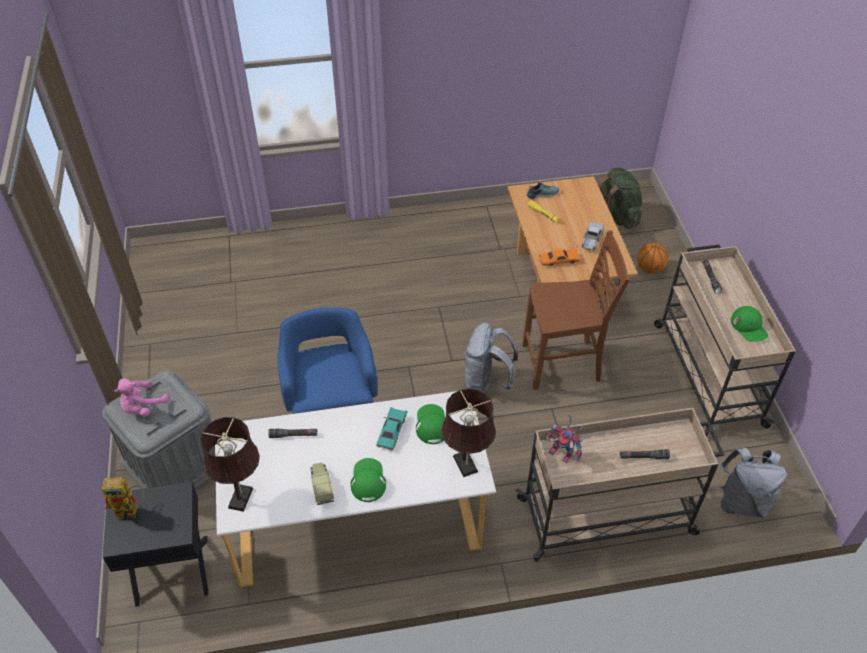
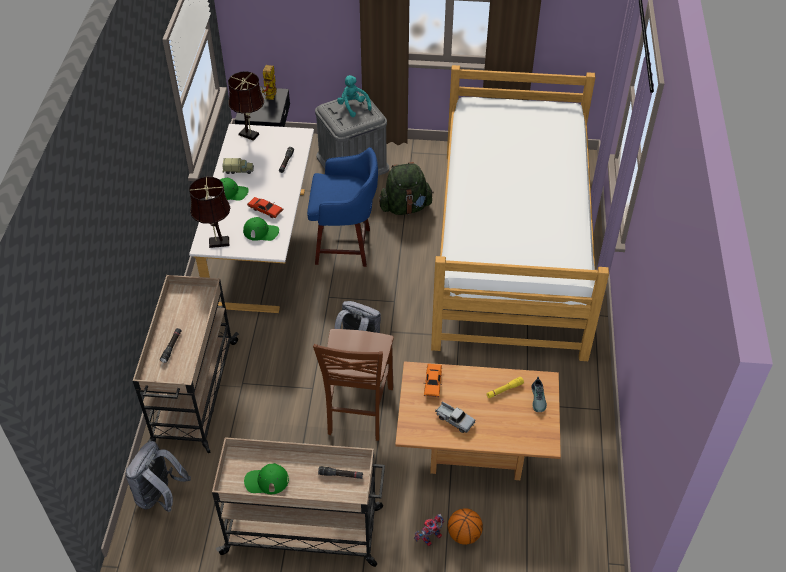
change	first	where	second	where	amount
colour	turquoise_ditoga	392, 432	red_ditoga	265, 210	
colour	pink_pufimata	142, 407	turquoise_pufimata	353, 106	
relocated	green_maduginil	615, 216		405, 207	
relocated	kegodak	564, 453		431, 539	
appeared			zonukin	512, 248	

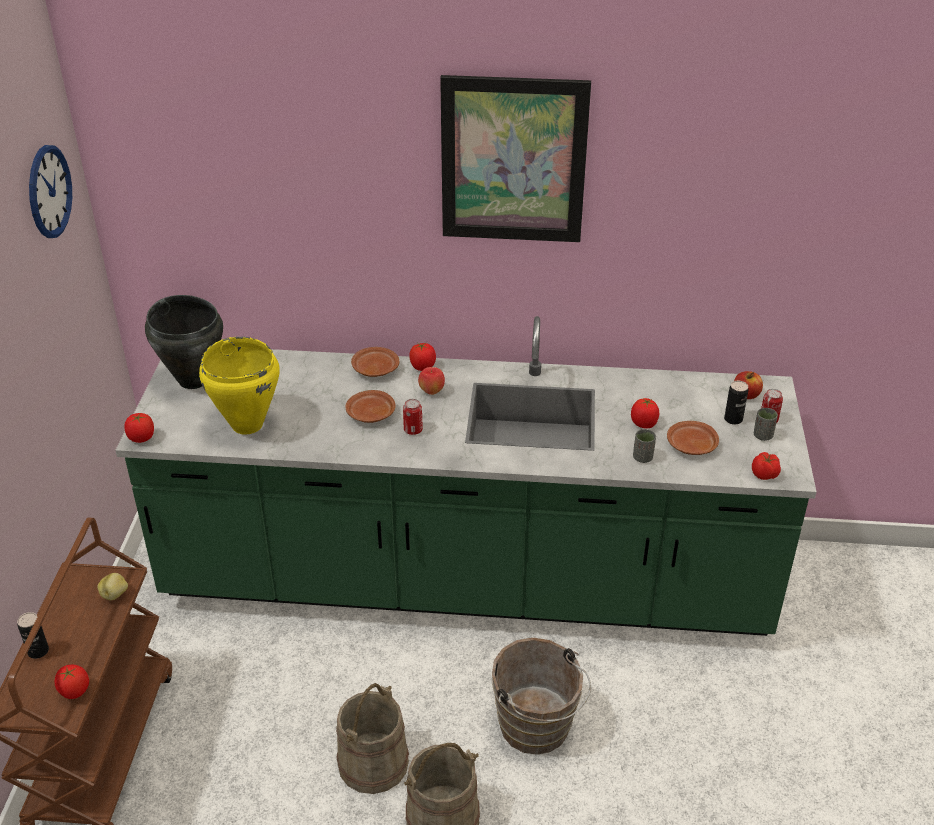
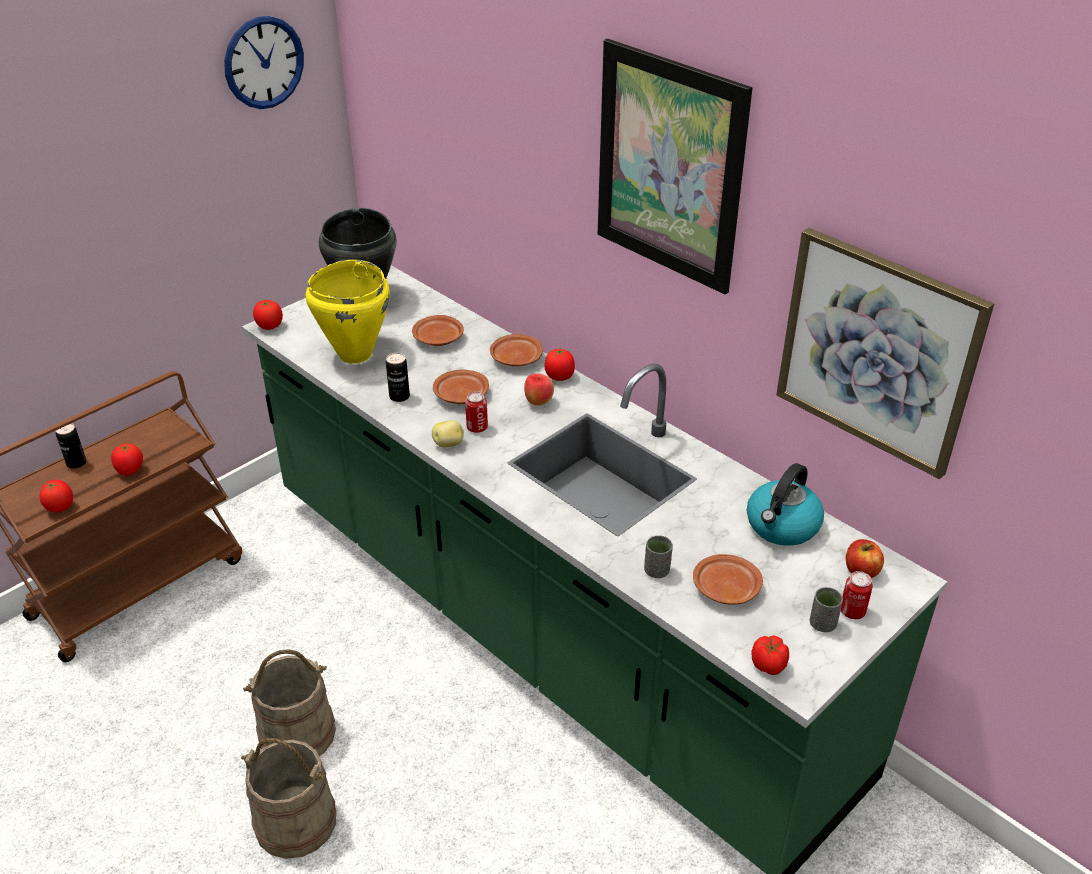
change	first	where	second	where	amount
relocated	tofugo	644, 424		130, 470	
relocated	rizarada	733, 419		399, 396	
appeared			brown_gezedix	438, 339	
relocated	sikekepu	115, 594		449, 444	
appeared			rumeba	782, 526	
appeared			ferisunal	877, 351	
missing	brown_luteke	537, 730			

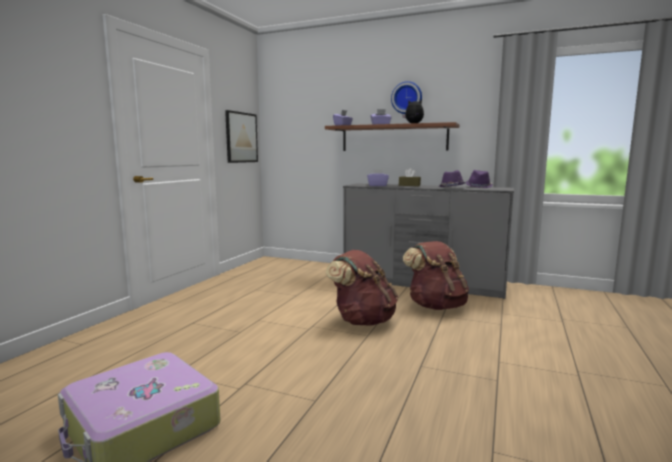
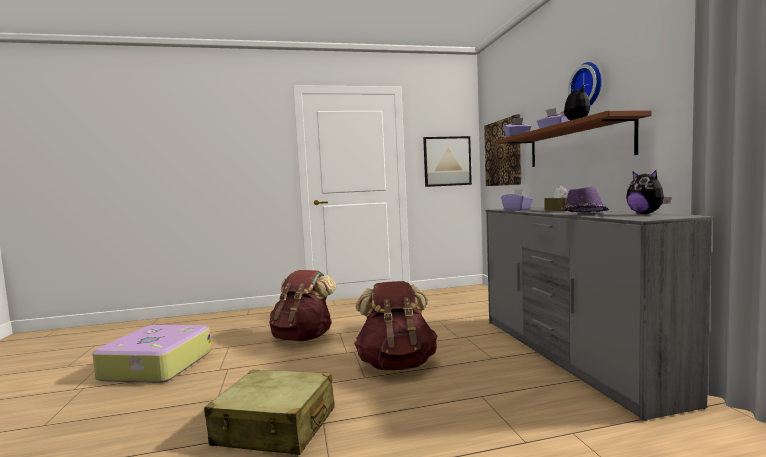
change	first	where	second	where	amount
appeared			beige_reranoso	275, 427	
relocated	brown_maduginil	436, 306		303, 338	
appeared			ferisunal	503, 153	
exchanged	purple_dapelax	479, 187	pufimata	646, 213	

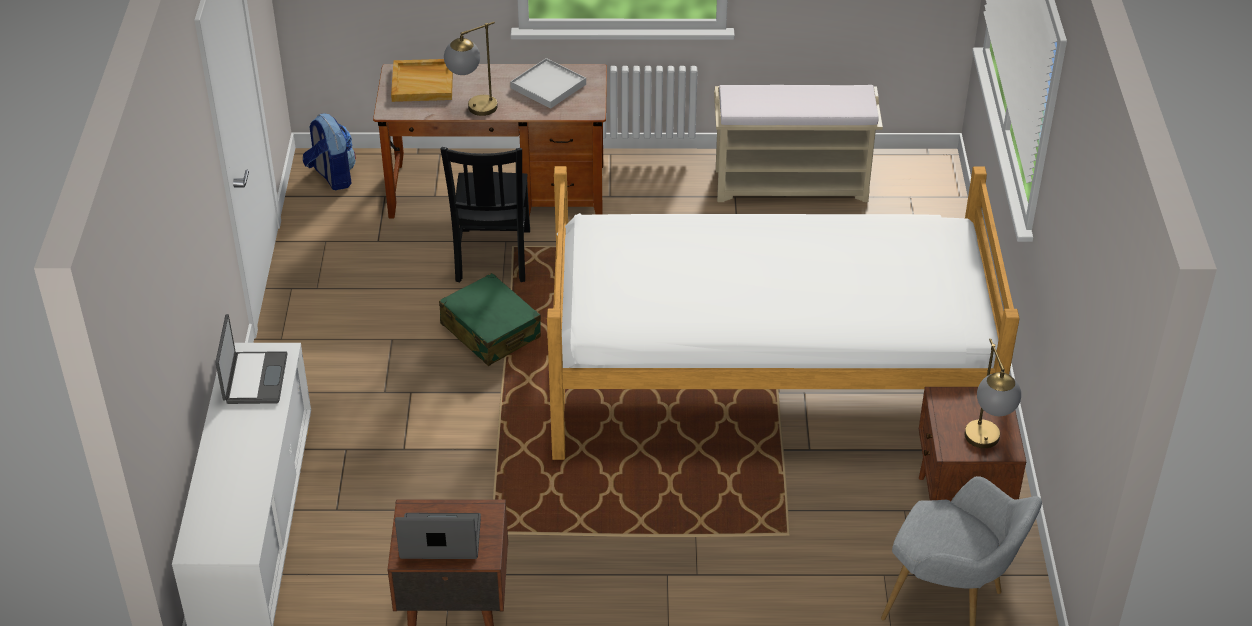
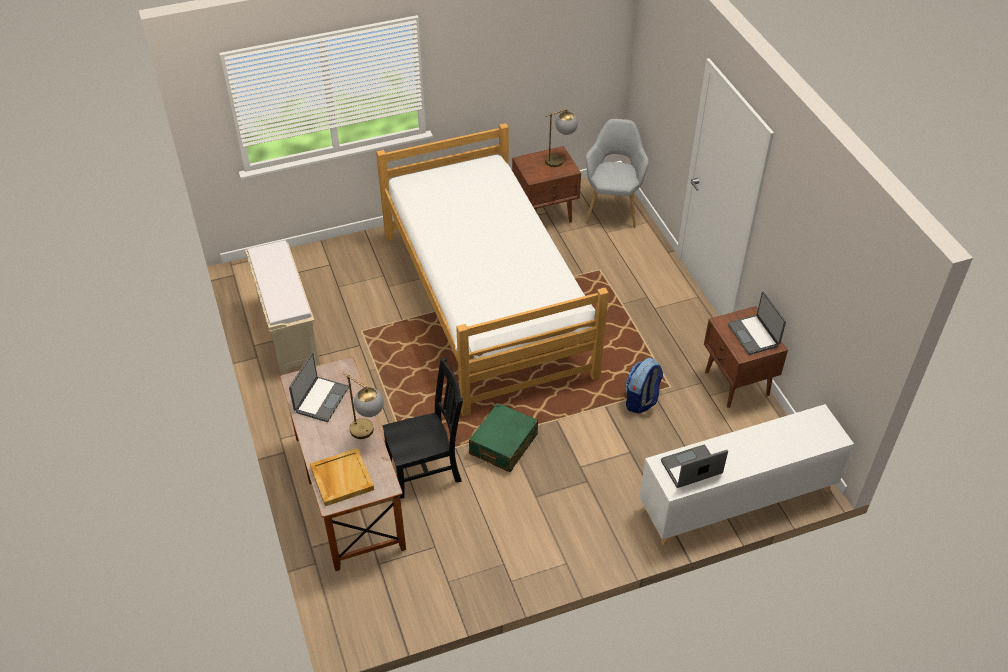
change	first	where	second	where	amount
exchanged	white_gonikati	548, 86	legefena	321, 399	
relocated	maduginil	332, 176		641, 401	

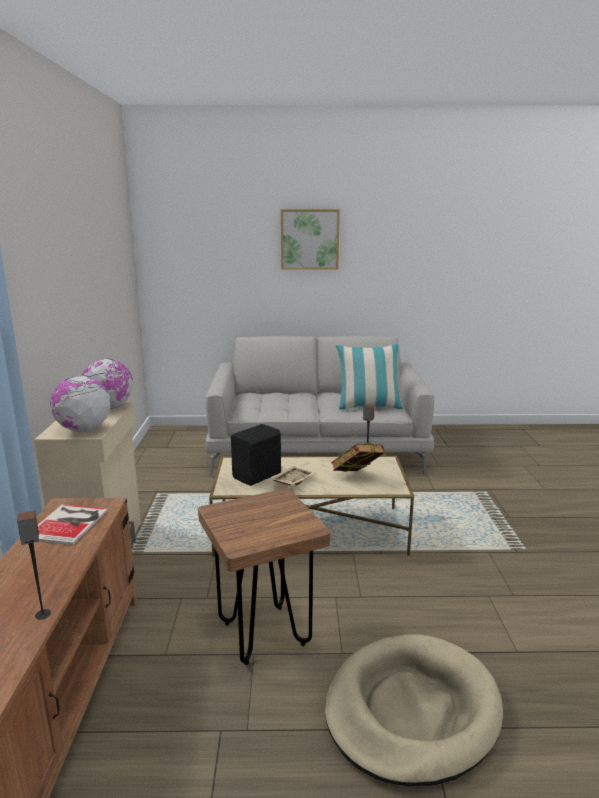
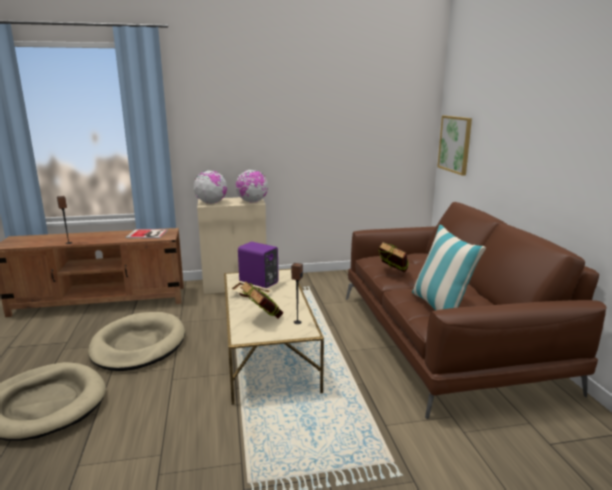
change	first	where	second	where	amount
exchanged	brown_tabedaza	264, 634	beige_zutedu	138, 345	
colour	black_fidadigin	258, 476	purple_fidadigin	259, 283	
colour	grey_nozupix	317, 448	brown_nozupix	445, 340	
appeared			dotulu	392, 274	
relocated	ferisunal	309, 239		455, 144	

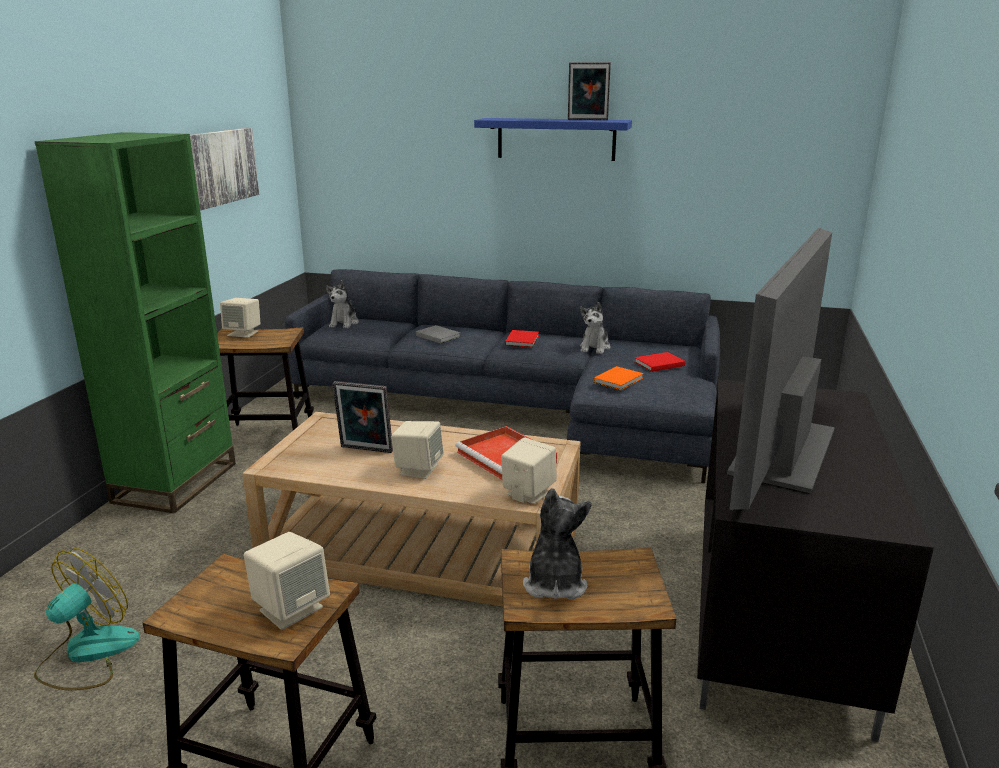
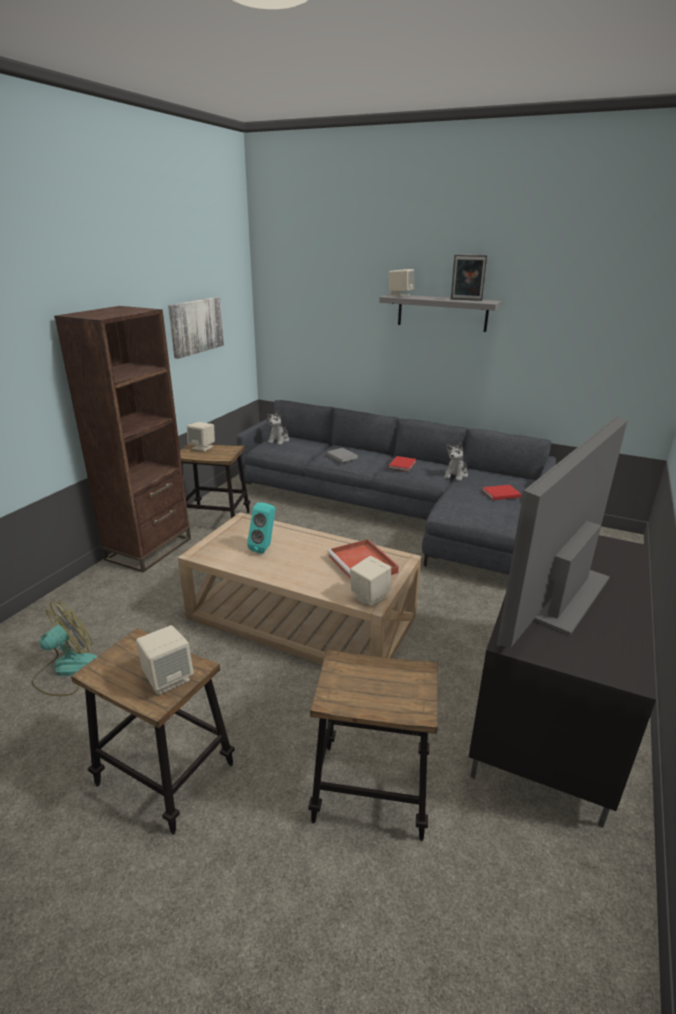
change	first	where	second	where	amount
colour	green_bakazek	176, 483	brown_bakazek	149, 549	
exchanged	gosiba	365, 450	turquoise_fidadigin	264, 547	
colour	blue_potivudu	556, 139	grey_potivudu	442, 312	
relocated	beige_fidadigin	418, 469		400, 295	
missing	pufimata	554, 583			
missing	orange_dotulu	619, 380			

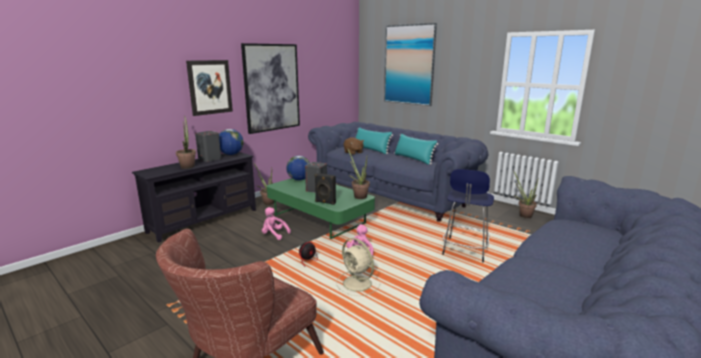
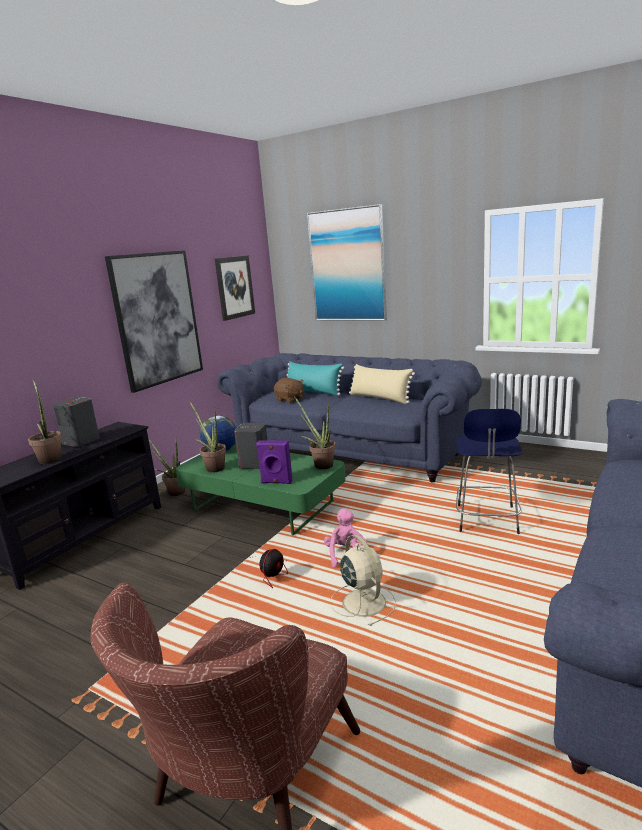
change	first	where	second	where	amount
relocated	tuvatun	523, 215		213, 467	
relocated	ferisunal	210, 87		234, 287	
colour	black_fidadigin	325, 202	purple_fidadigin	276, 482	
spun	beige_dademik	358, 284		363, 601	150 degrees counterclockwise
colour	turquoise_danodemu	413, 159	beige_danodemu	380, 398	
missing	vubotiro	231, 154			
missing	pink_pufimata	274, 235			

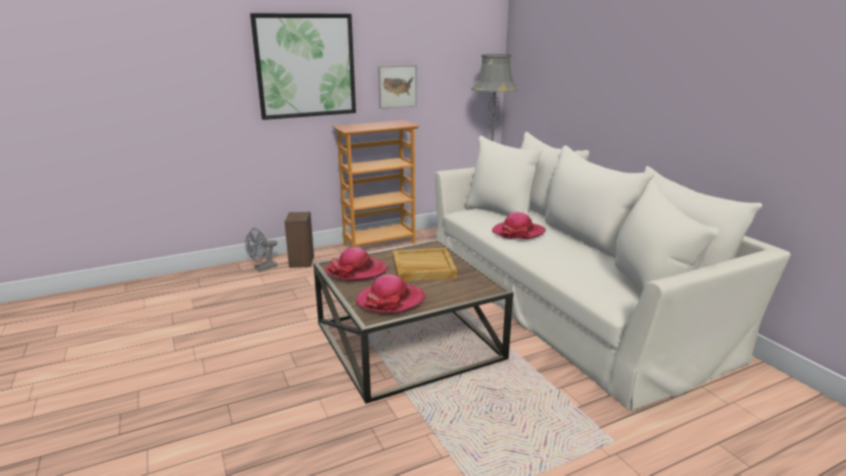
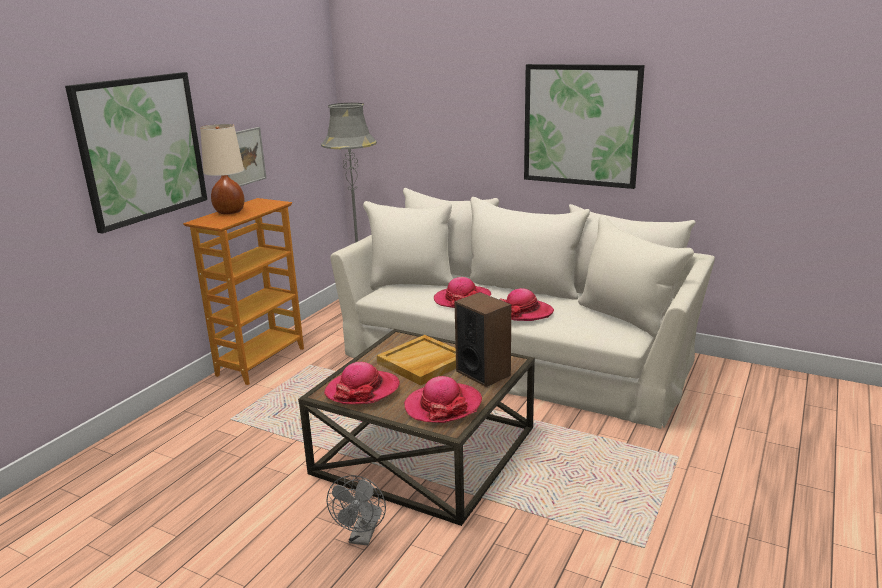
change	first	where	second	where	amount
appeared			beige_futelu	230, 212	
relocated	grey_dademik	263, 268		362, 537	
relocated	fidadigin	302, 261		483, 373	
appeared			dapelax	522, 312	
appeared			ferisunal	581, 125	

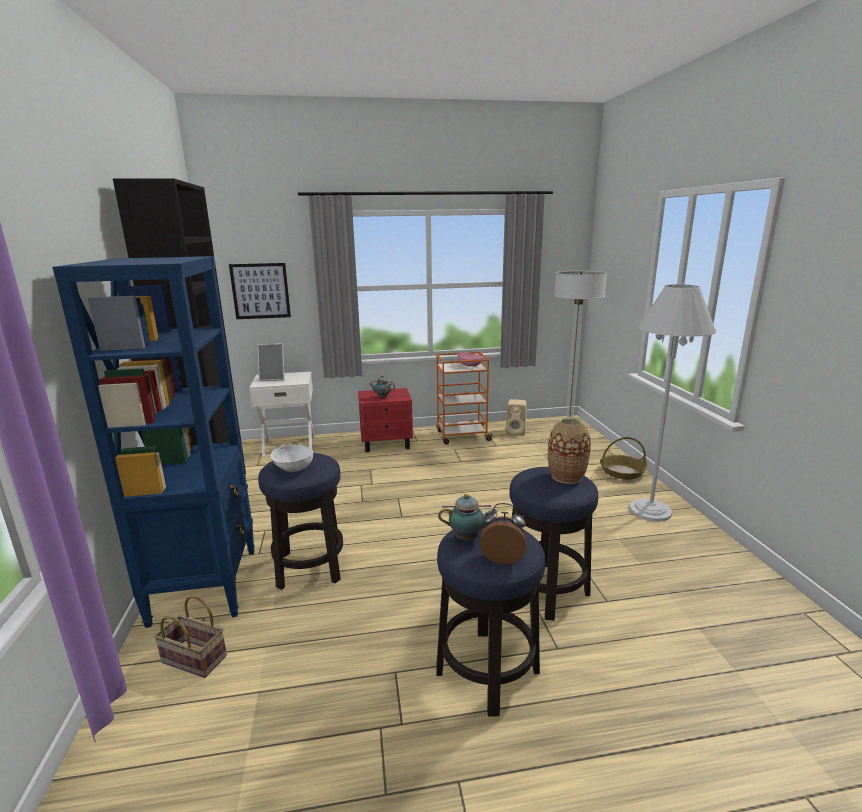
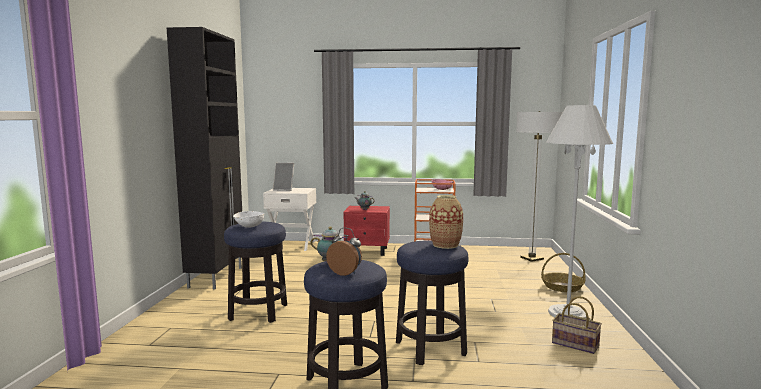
change	first	where	second	where	amount
relocated	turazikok	192, 659		574, 344	
missing	blue_bakazek	206, 584			
missing	ferisunal	260, 291			
missing	beige_fidadigin	516, 432			

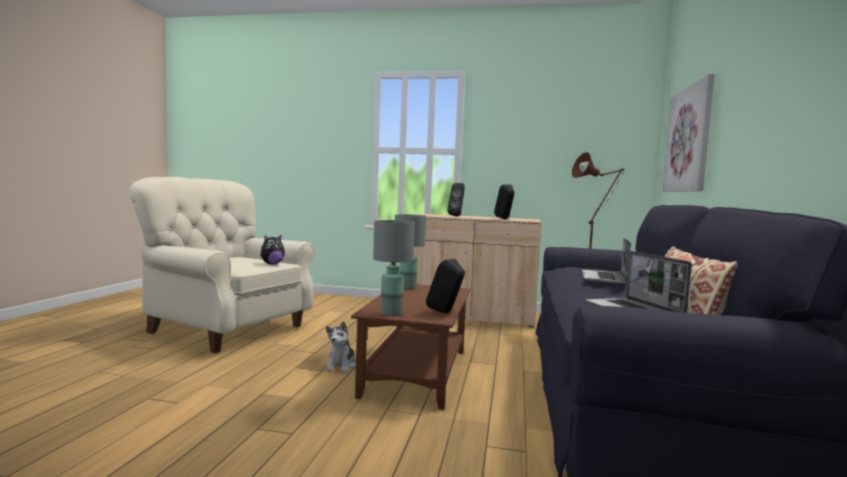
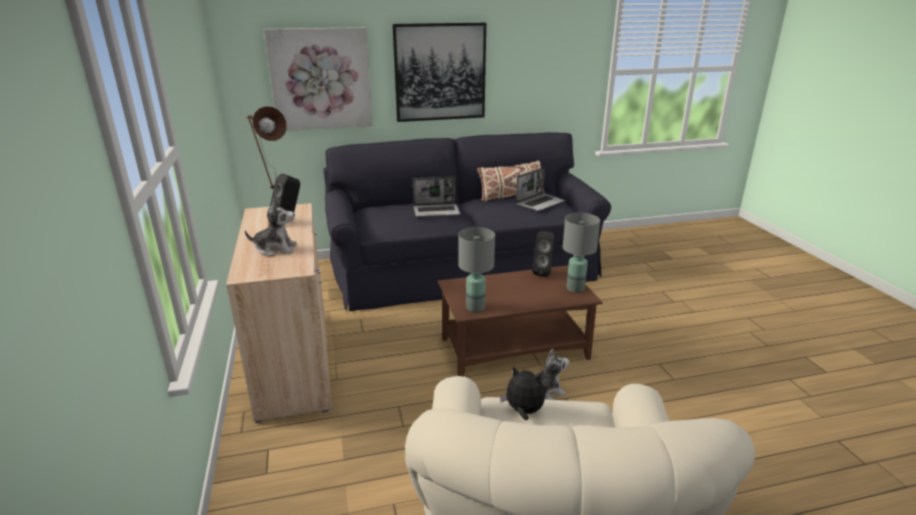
change	first	where	second	where	amount
exchanged	black_fidadigin	457, 216	pufimata	276, 249	
appeared			ferisunal	440, 72	

